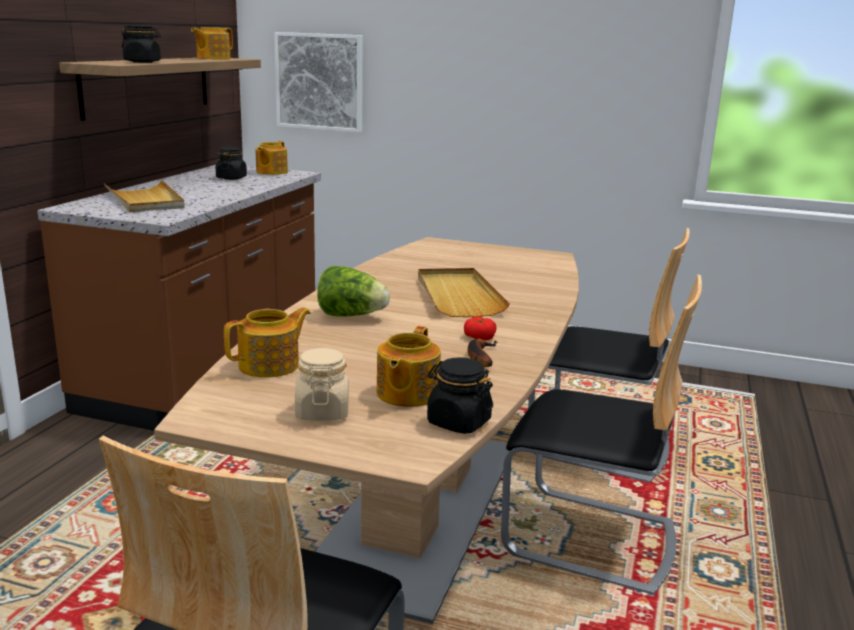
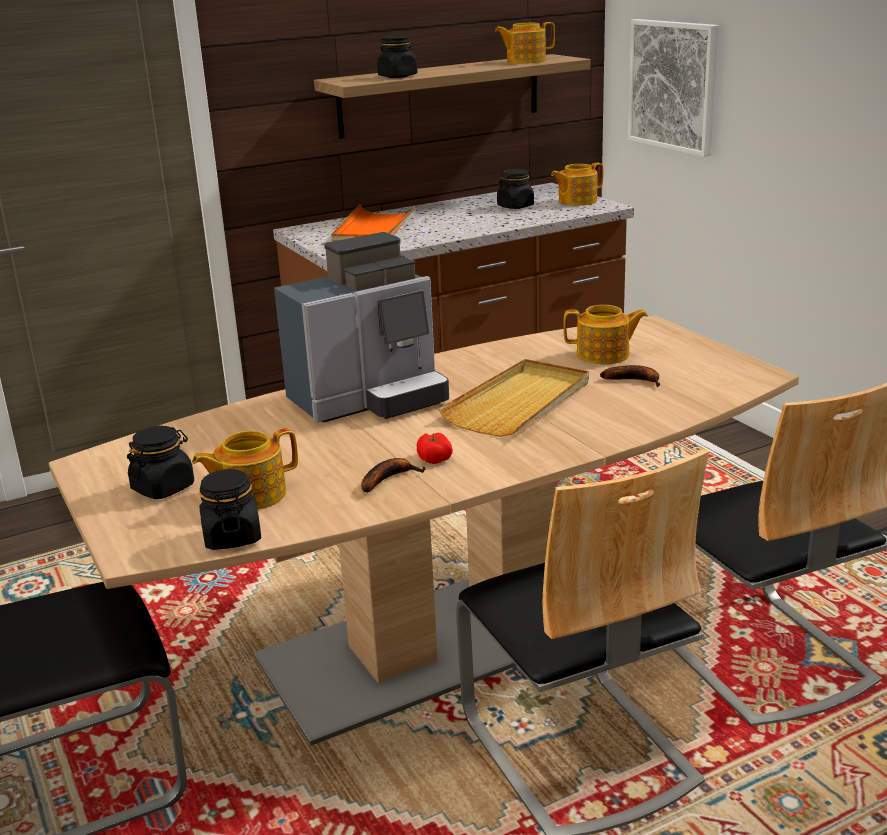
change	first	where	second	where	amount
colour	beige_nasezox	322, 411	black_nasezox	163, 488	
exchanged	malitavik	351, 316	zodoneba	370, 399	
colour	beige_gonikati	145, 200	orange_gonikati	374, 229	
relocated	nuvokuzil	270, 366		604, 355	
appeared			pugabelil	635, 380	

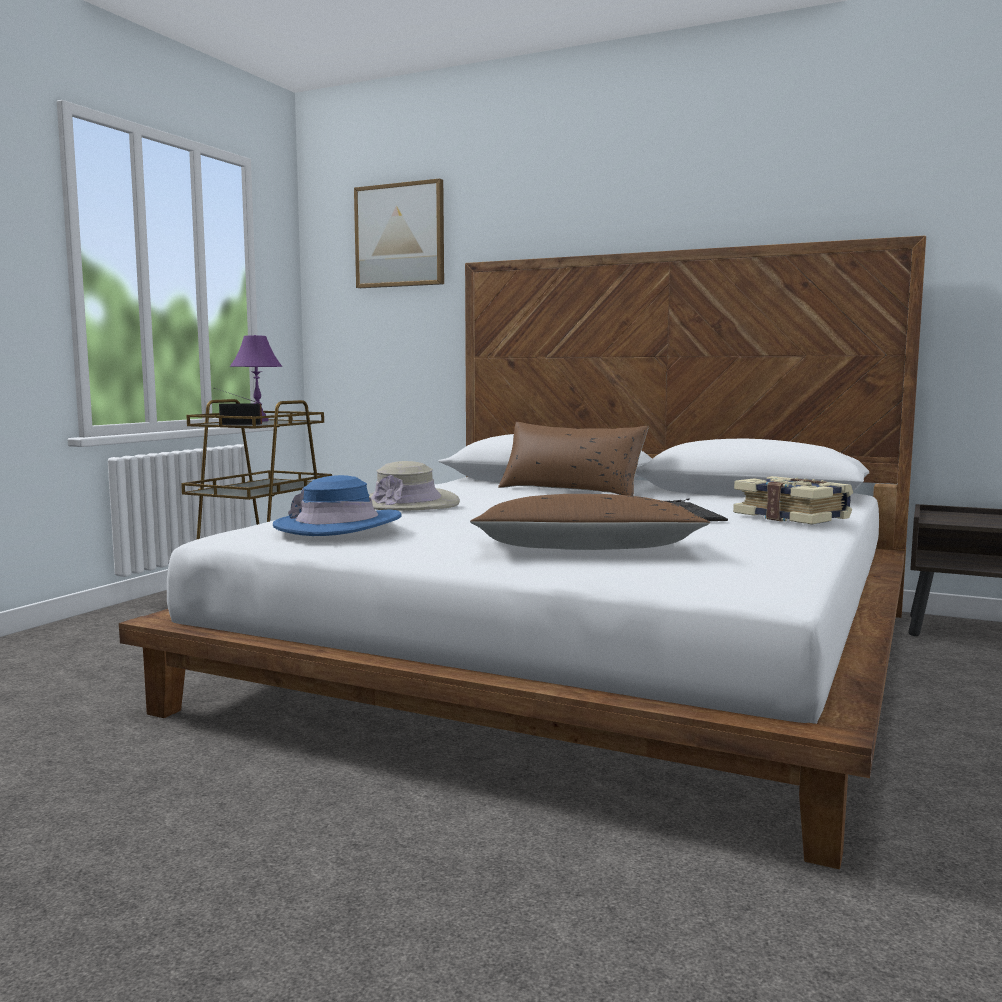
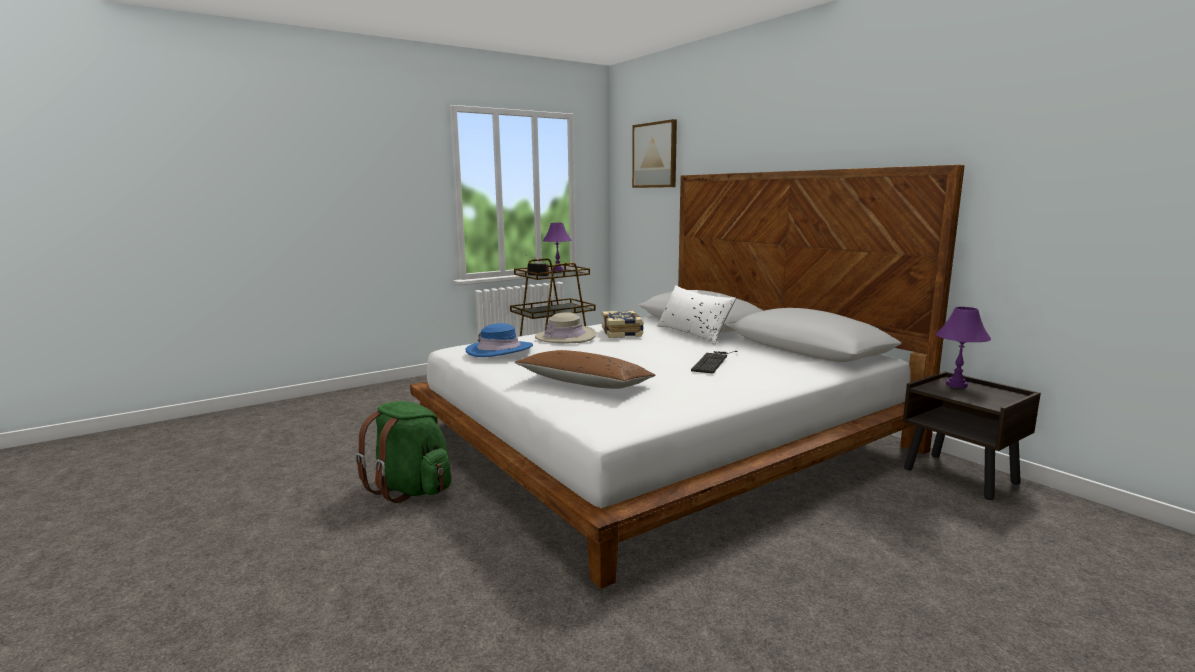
change	first	where	second	where	amount
appeared			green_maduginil	411, 489	
relocated	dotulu	792, 517		623, 333	
colour	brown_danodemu	570, 490	white_danodemu	693, 333	
appeared			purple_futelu	956, 385	

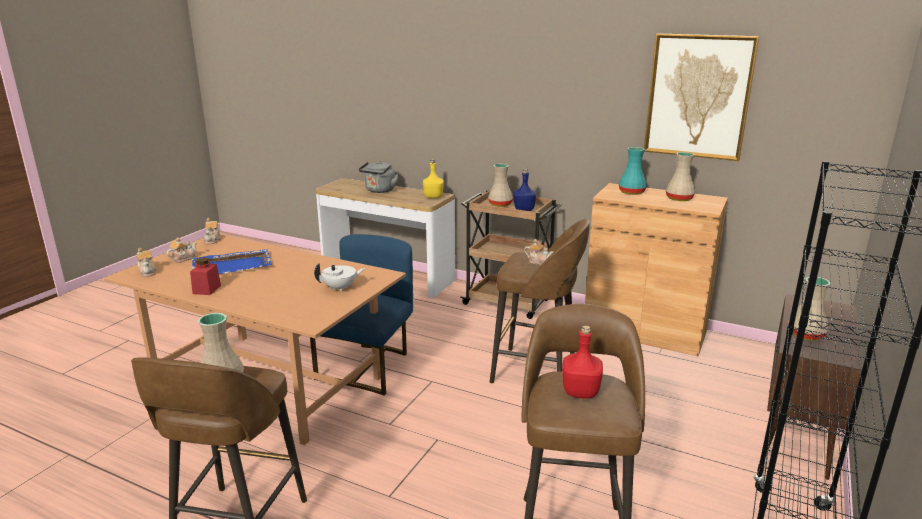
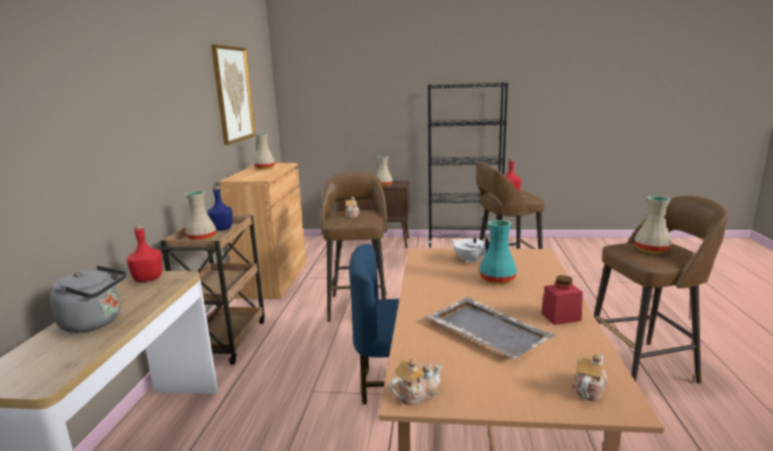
change	first	where	second	where	amount
colour	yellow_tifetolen	433, 197	red_tifetolen	148, 278	
colour	blue_gonikati	233, 265	grey_gonikati	487, 329	
relocated	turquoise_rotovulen	631, 192		498, 279	
missing	nuvokuzil	183, 258			

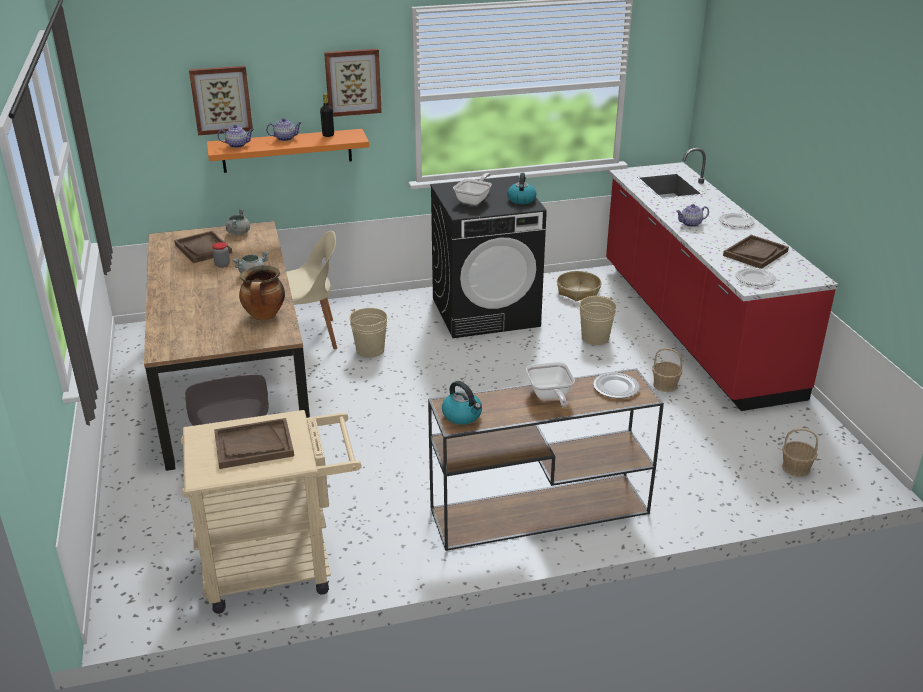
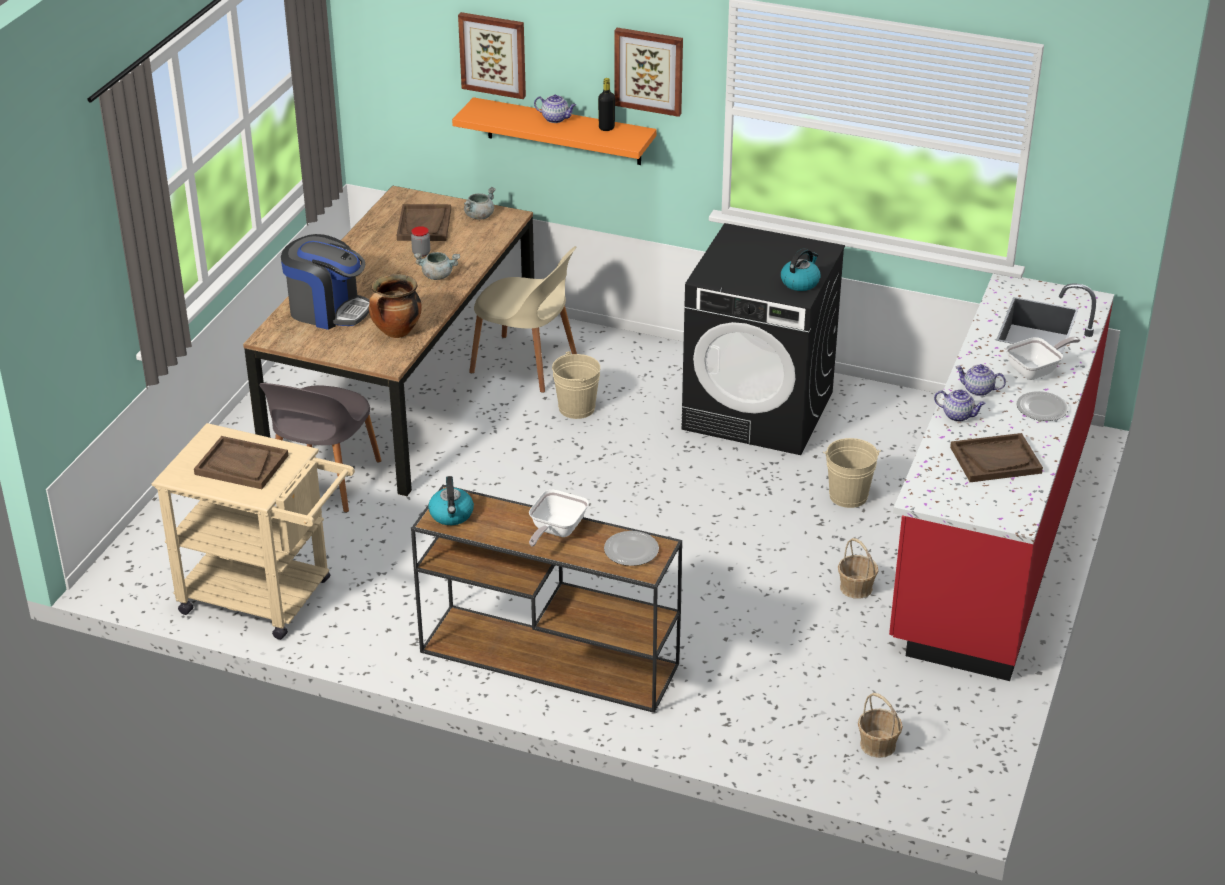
change	first	where	second	where	amount
appeared			zodoneba	328, 310	
relocated	nuvokuzil	237, 145		958, 415	
relocated	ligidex	474, 200		1036, 370	
missing	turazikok	578, 292			
missing	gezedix	755, 279			

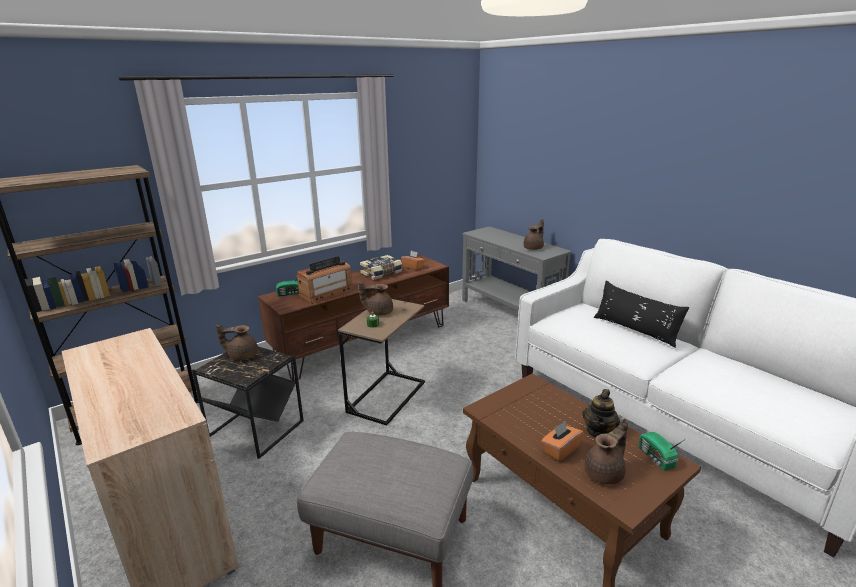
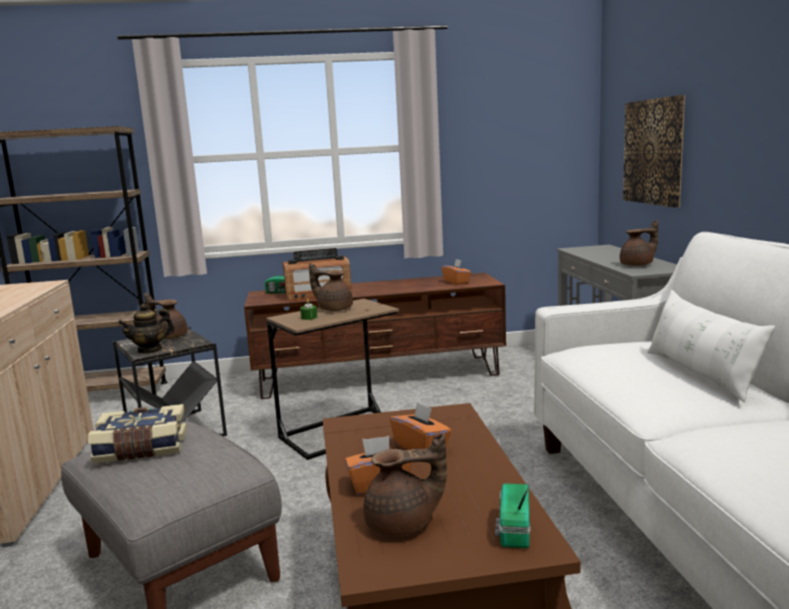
change	first	where	second	where	amount
relocated	dotulu	382, 273		141, 449	
relocated	nuvokuzil	599, 432		150, 350	
appeared			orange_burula	421, 447	
appeared			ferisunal	654, 152	
colour	black_danodemu	635, 330	white_danodemu	700, 374	

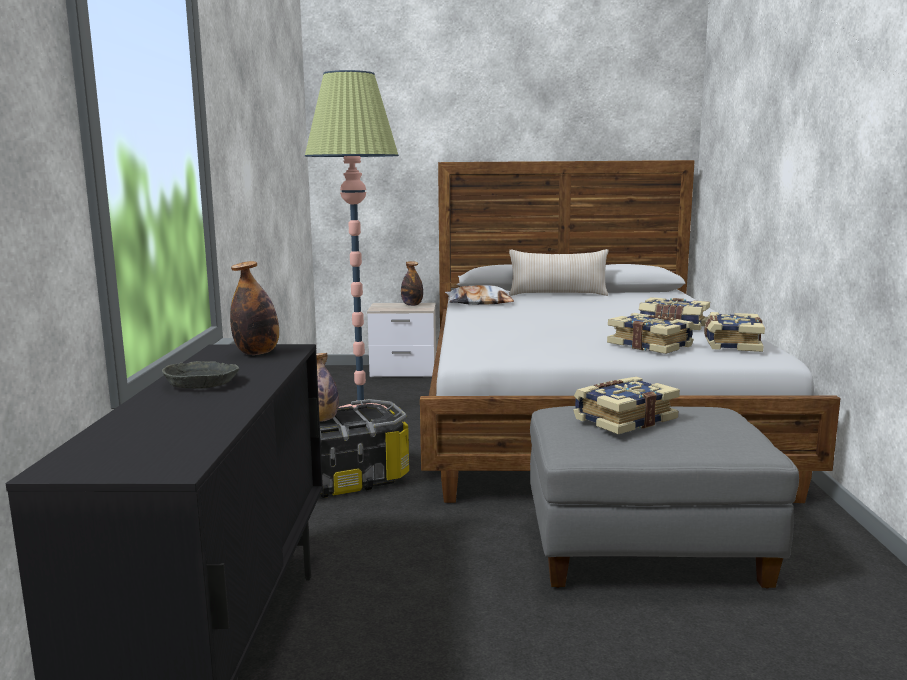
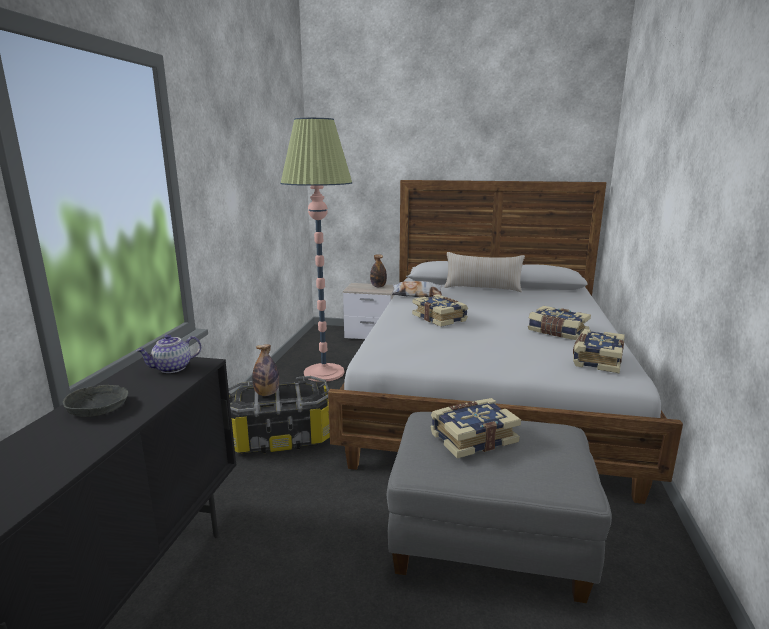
change	first	where	second	where	amount
exchanged	tifetolen	257, 353	nuvokuzil	172, 368	
relocated	dotulu	650, 345		440, 318	

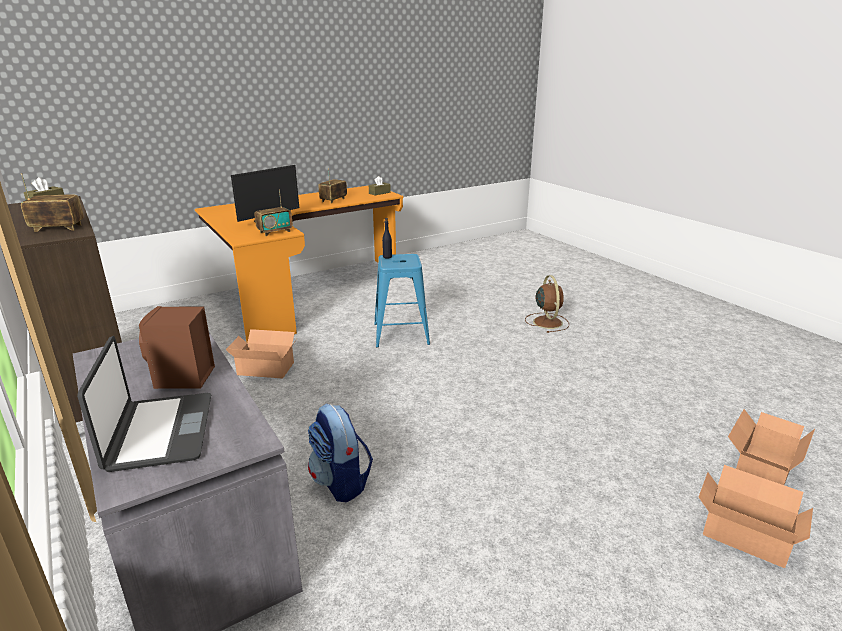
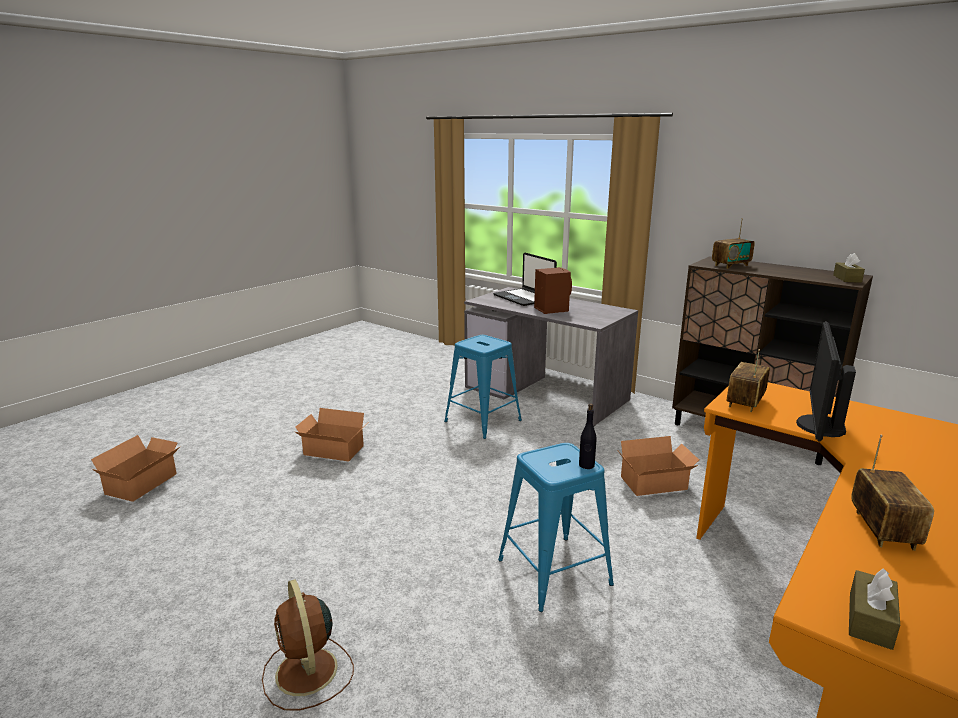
change	first	where	second	where	amount
relocated	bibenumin	744, 532		334, 451	
exchanged	maduginil	341, 482	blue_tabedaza	483, 421	

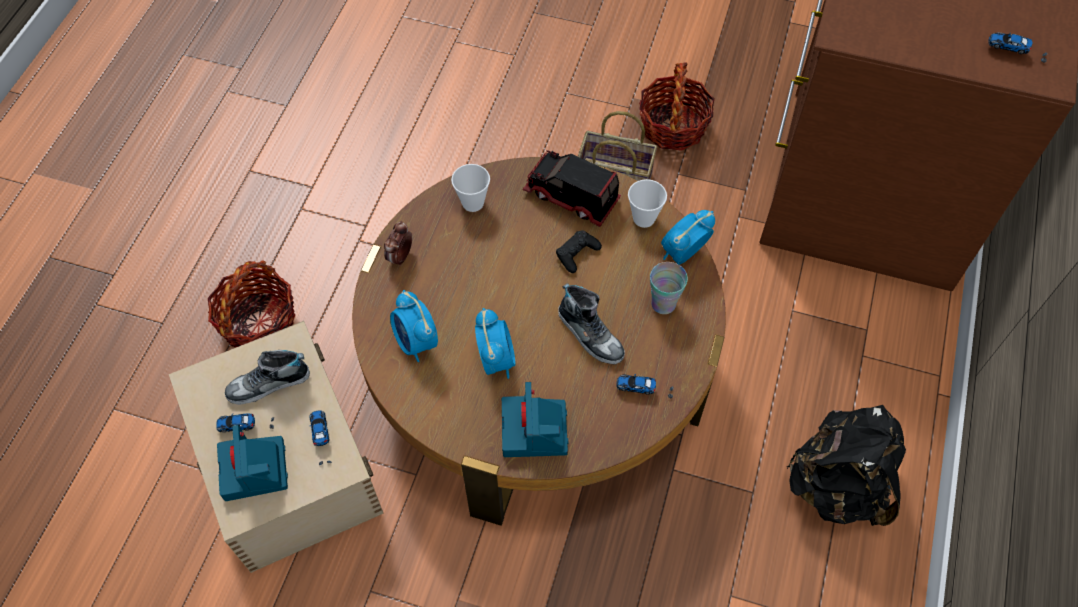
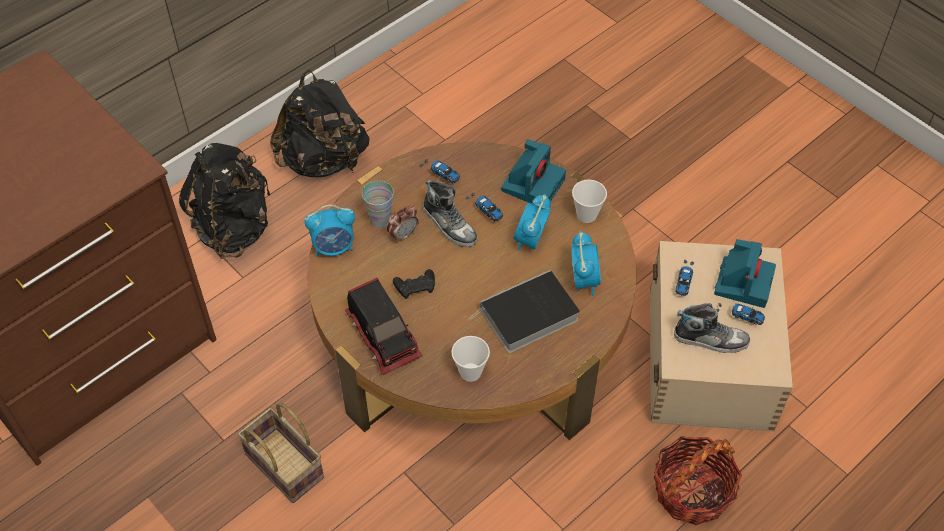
change	first	where	second	where	amount
appeared			black_maduginil	234, 227	
relocated	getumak	400, 257		403, 235	
spun	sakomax	590, 334		450, 224	150 degrees clockwise
relocated	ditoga	1015, 52		484, 209	
appeared			dotulu	527, 316	
relocated	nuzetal	644, 218		586, 215	
missing	turazikok	673, 126			

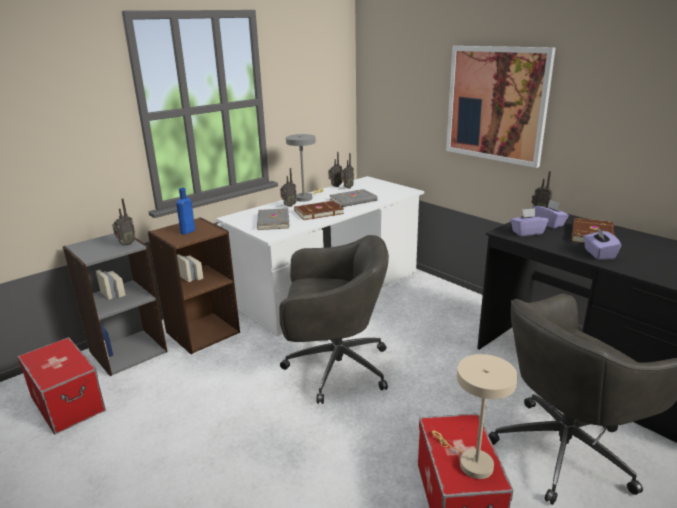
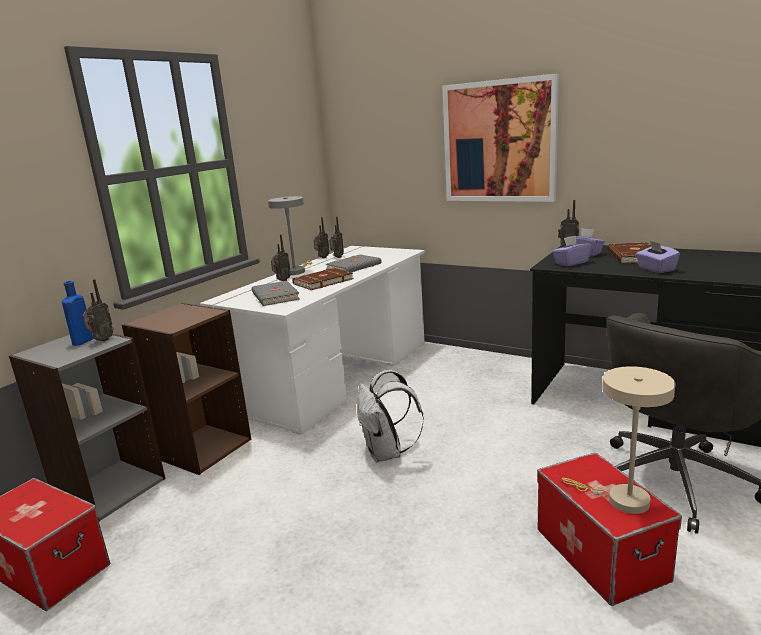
change	first	where	second	where	amount
relocated	blue_tifetolen	187, 232		81, 342	
exchanged	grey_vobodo	334, 368	white_maduginil	387, 453	

